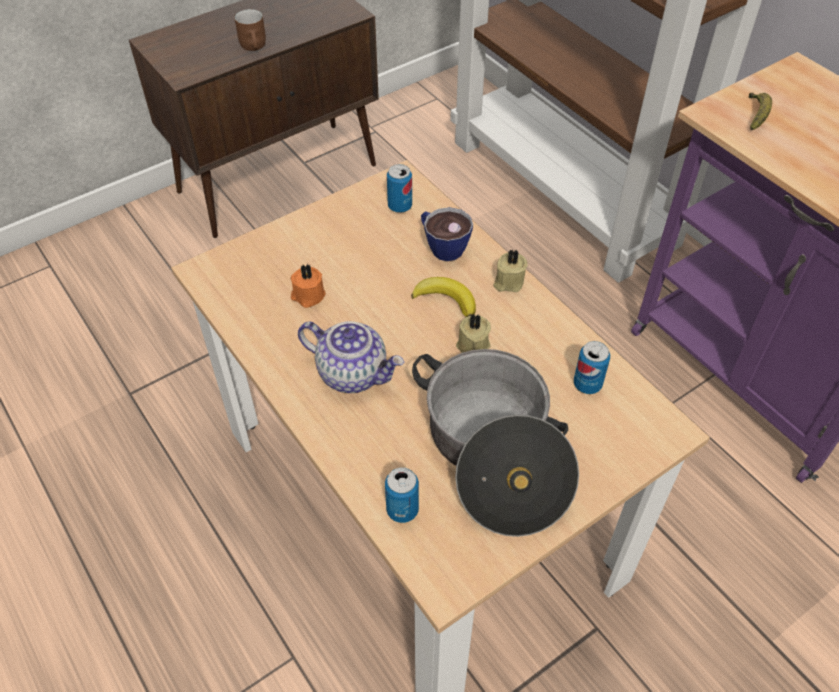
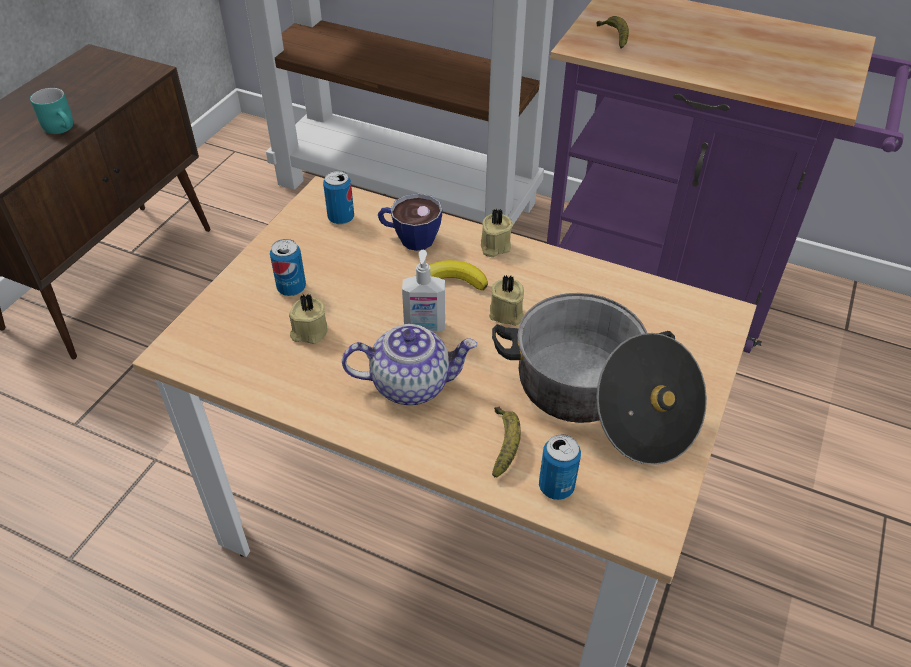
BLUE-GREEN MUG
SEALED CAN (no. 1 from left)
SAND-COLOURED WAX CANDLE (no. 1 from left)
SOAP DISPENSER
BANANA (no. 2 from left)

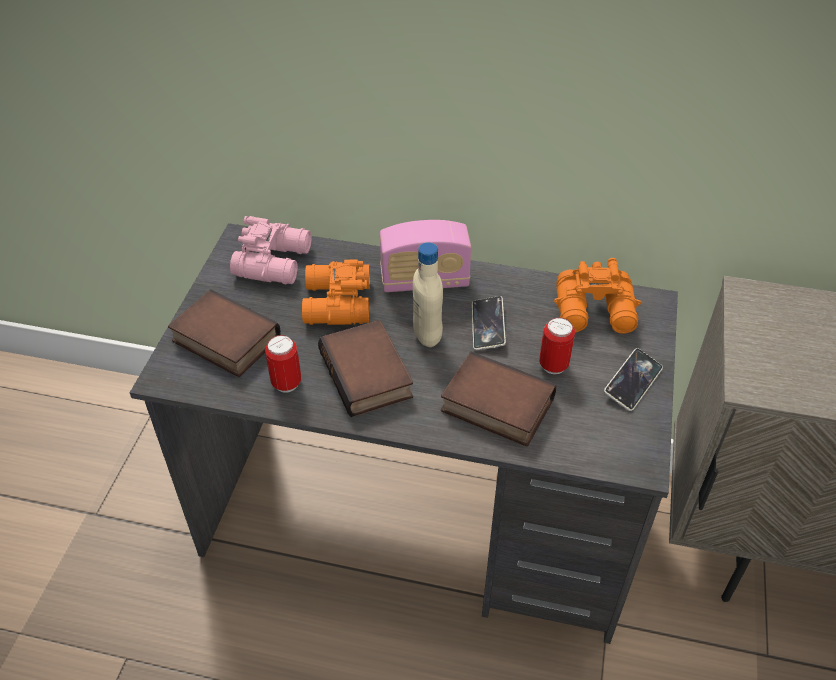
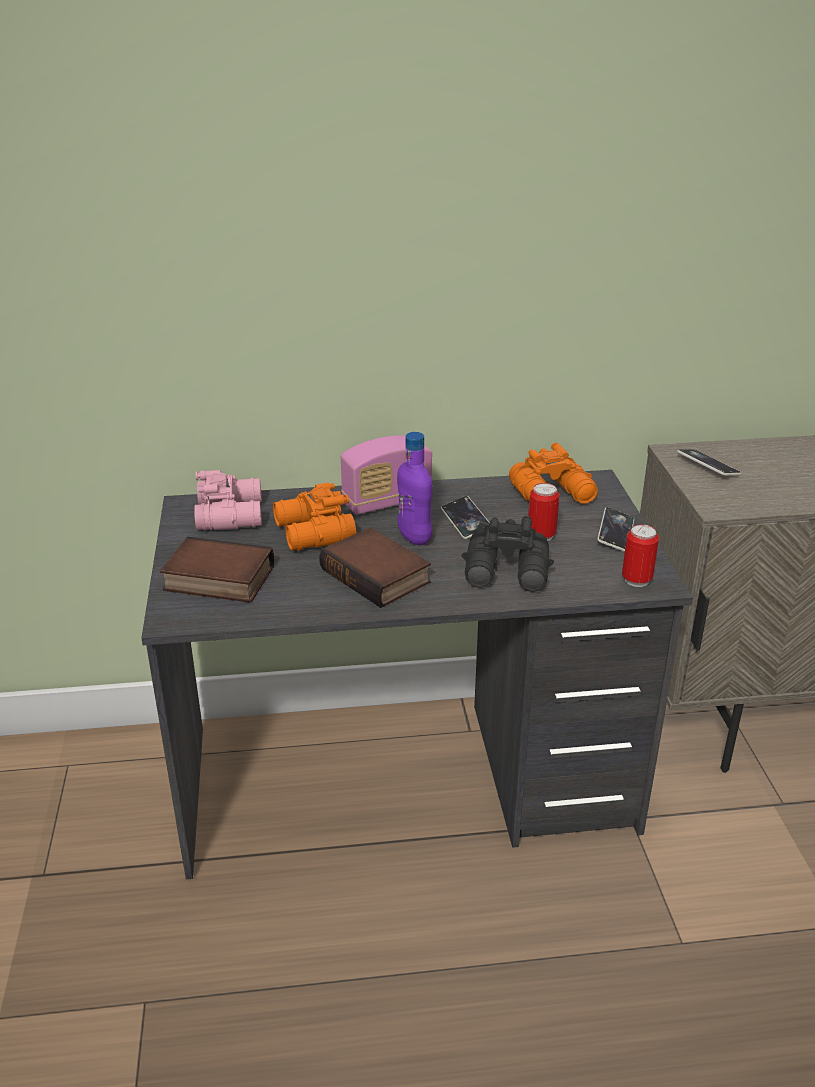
PURPLE BOTTLE
BLACKISH BINOCULARS
SEALED CAN (no. 2 from left)
PHONE (no. 3 from left)

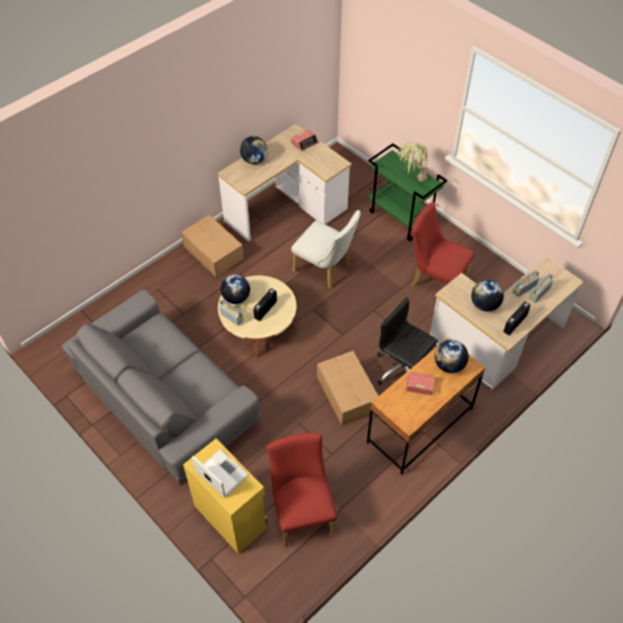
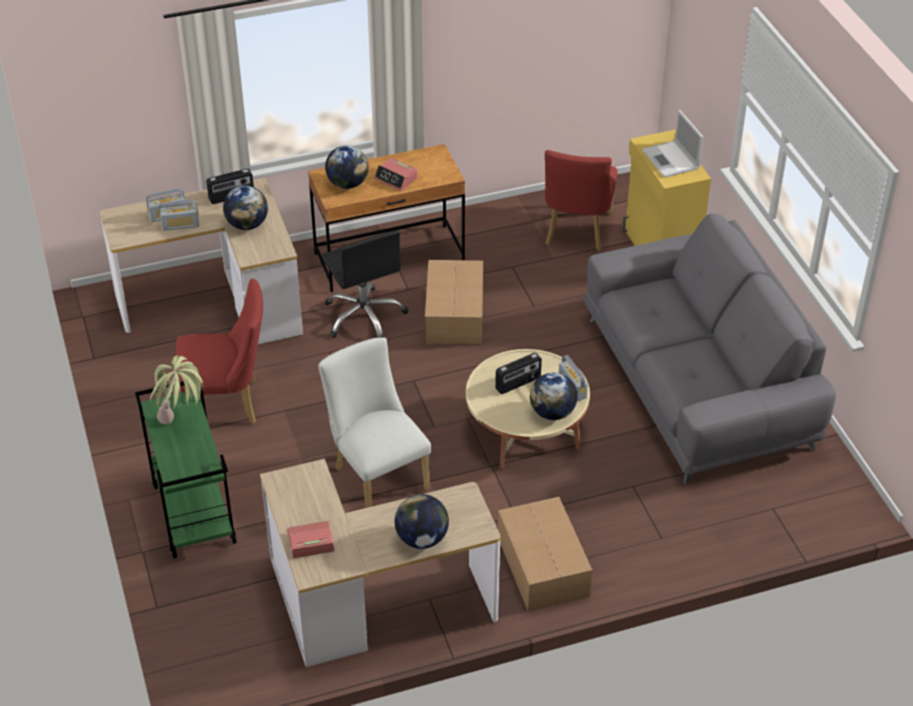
REDDISH CHAIR (no. 1 from left)

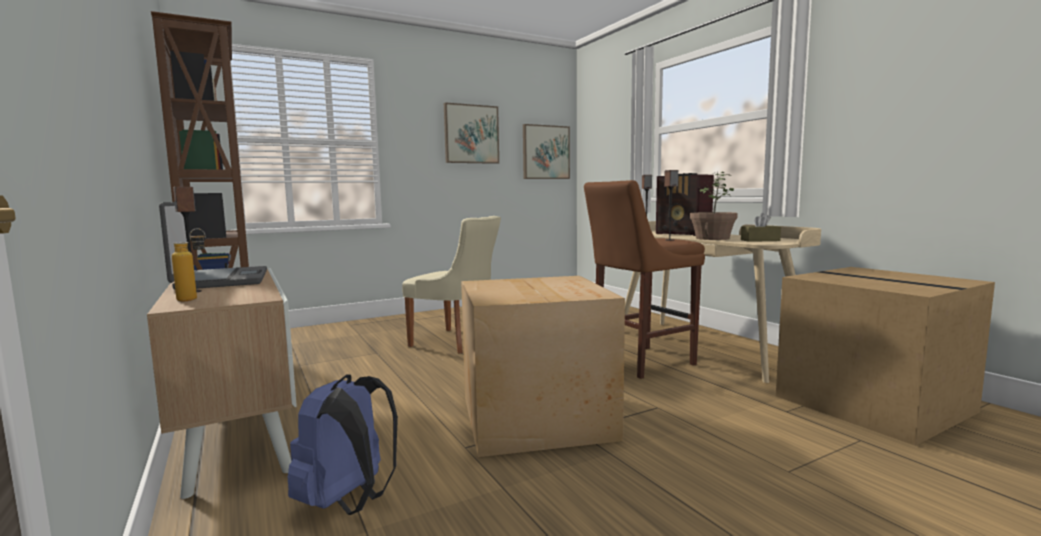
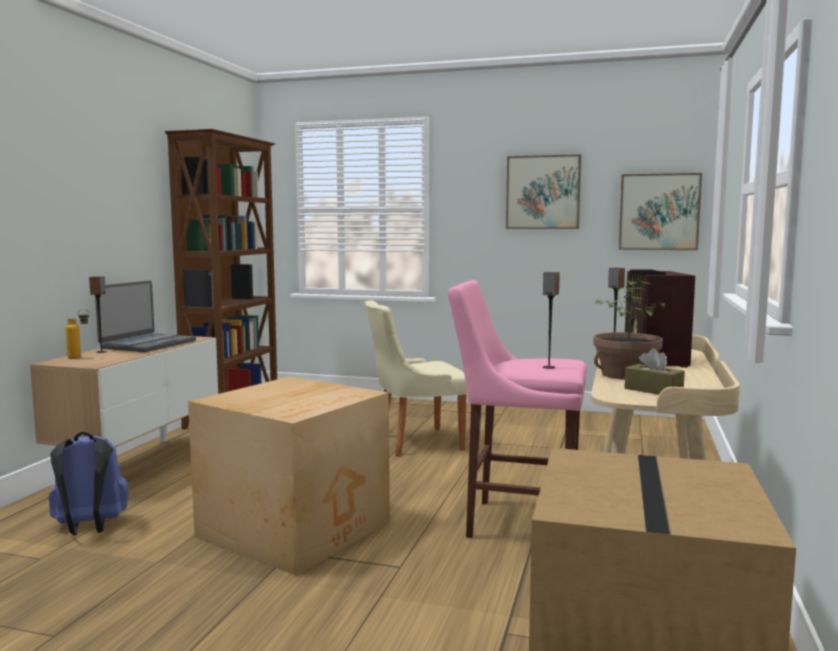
SAND-COLOURED CHAIR
PINK STOOL

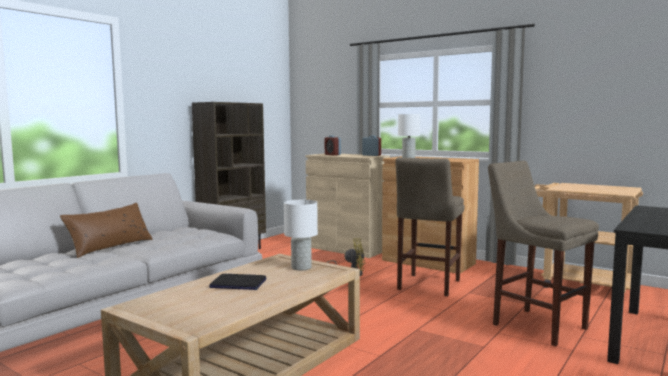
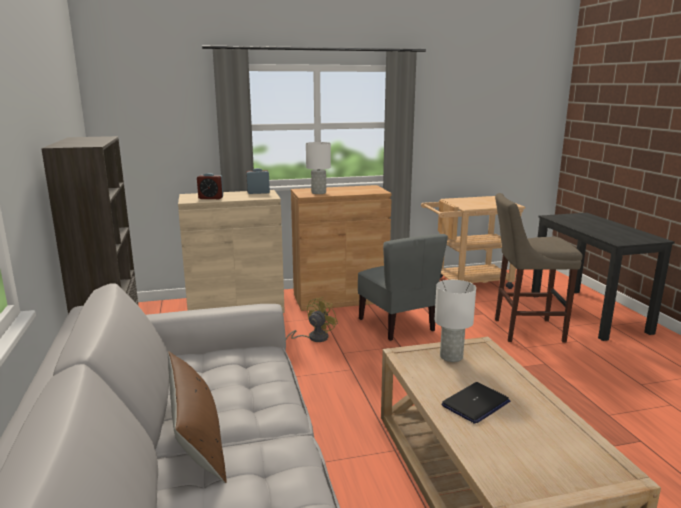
GRAY CHAIR

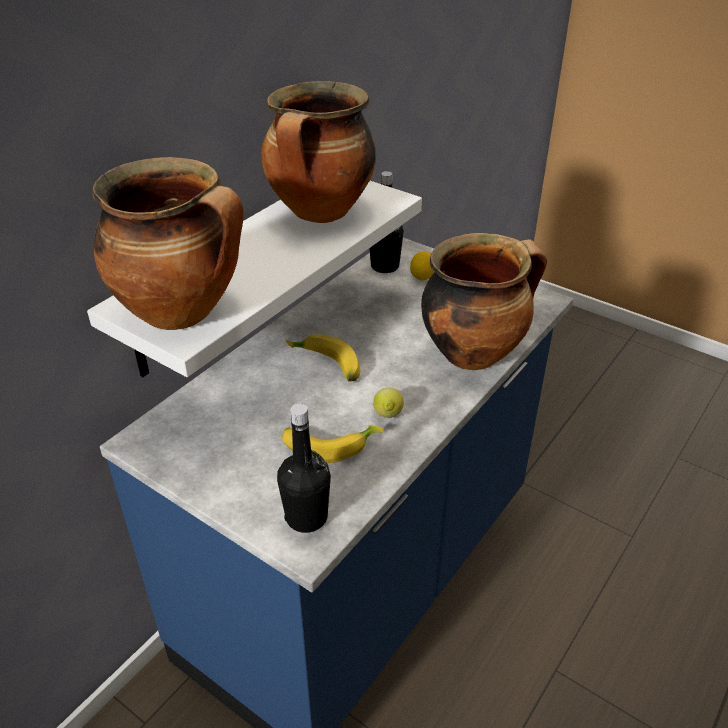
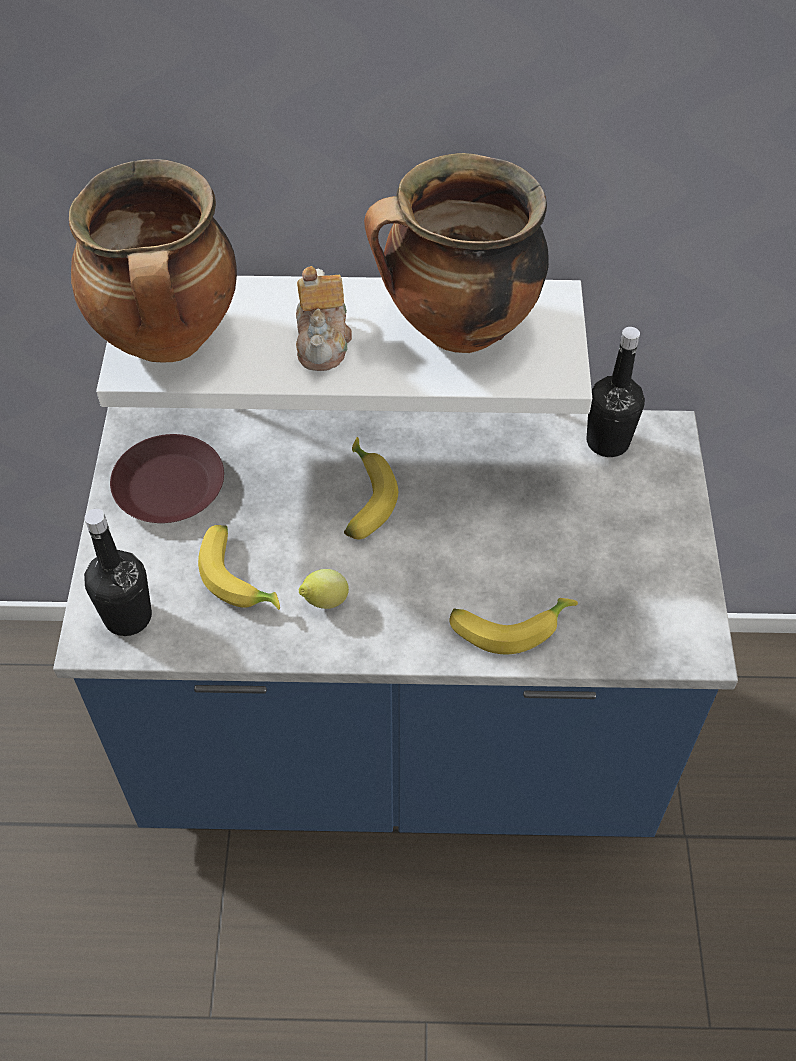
BROWN-COLOURED FLAT DISH
TEAPOT
BANANA (no. 3 from left)
LEMON (no. 2 from left in the first image)

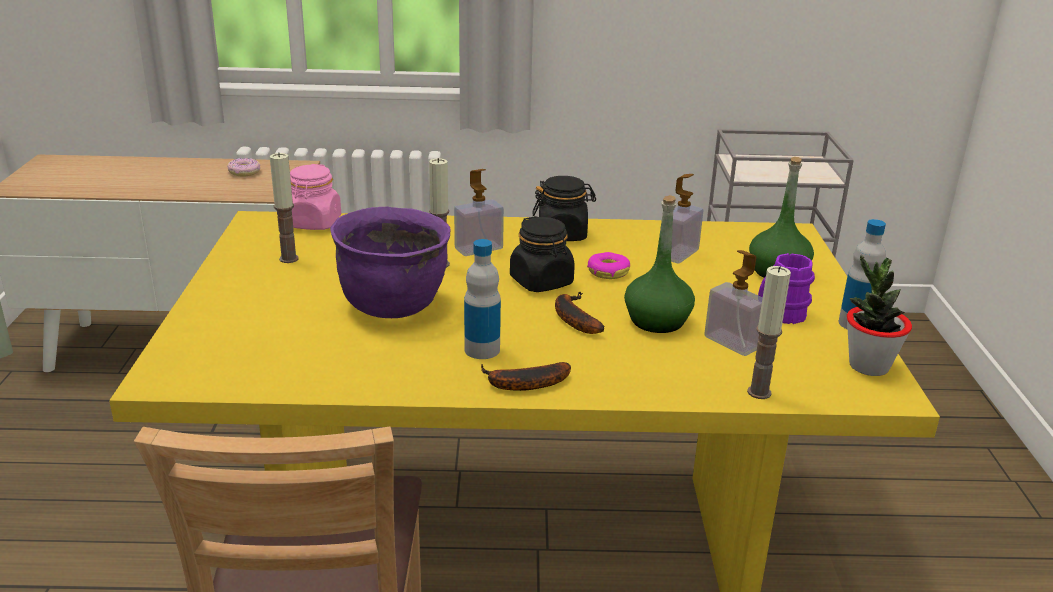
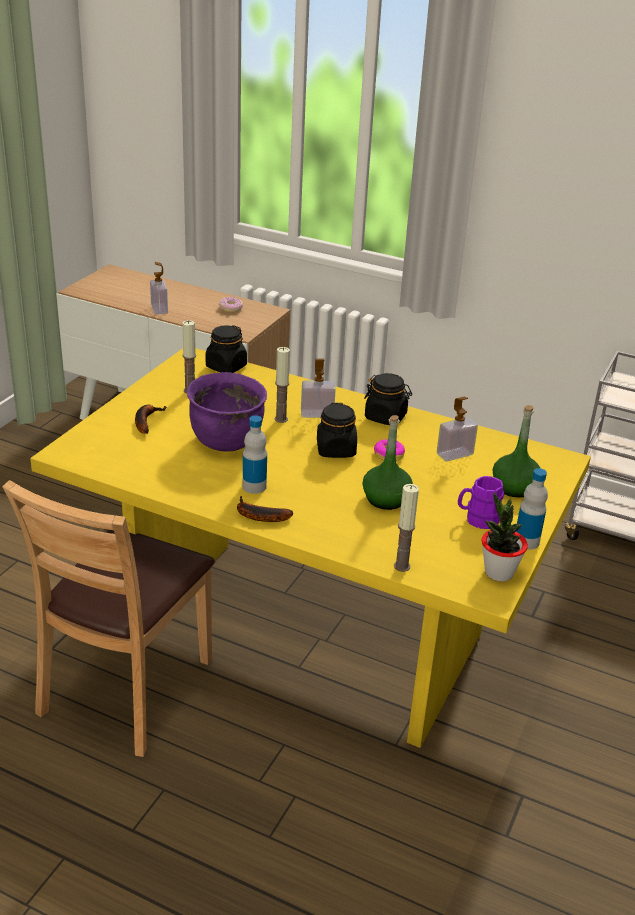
BANANA (no. 1 from left)
SOAP DISPENSER (no. 1 from left)
BLACKISH STORAGE JAR (no. 1 from left)

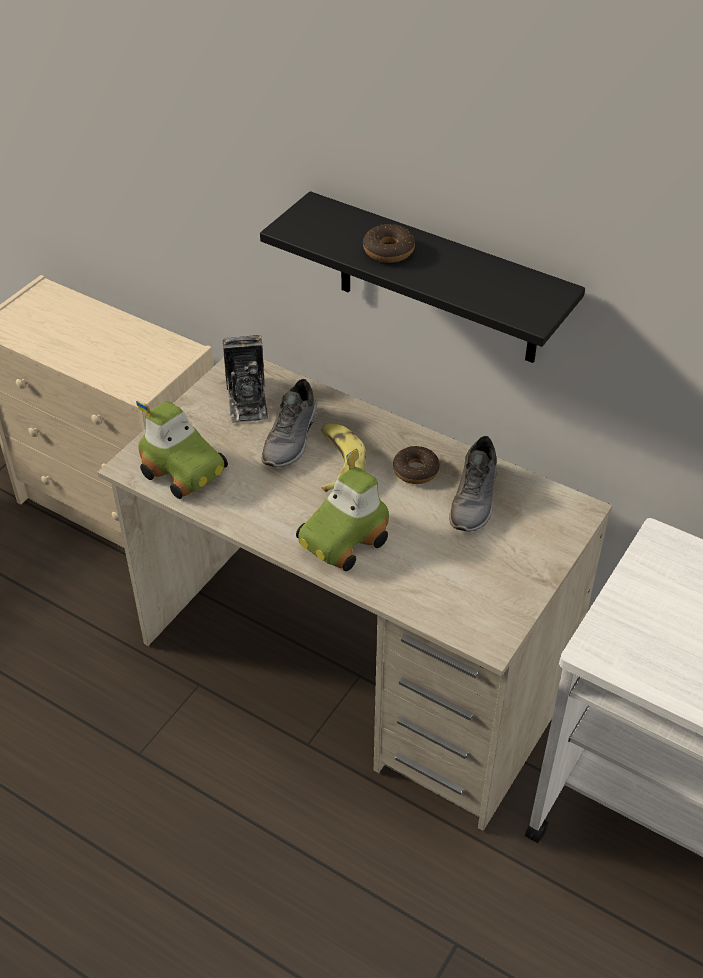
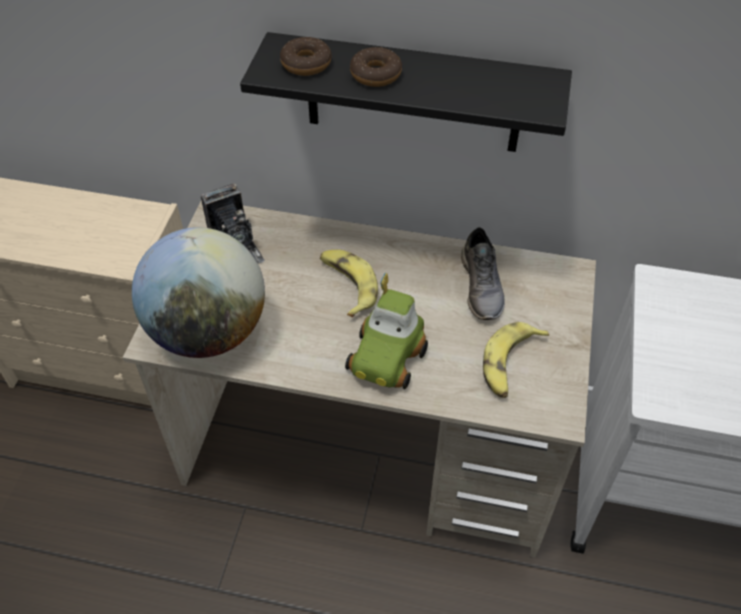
DESK GLOBE
RING DOUGHNUT (no. 1 from left)
BANANA (no. 2 from left)
GRAY LOW SHOE (no. 1 from left in the first image)

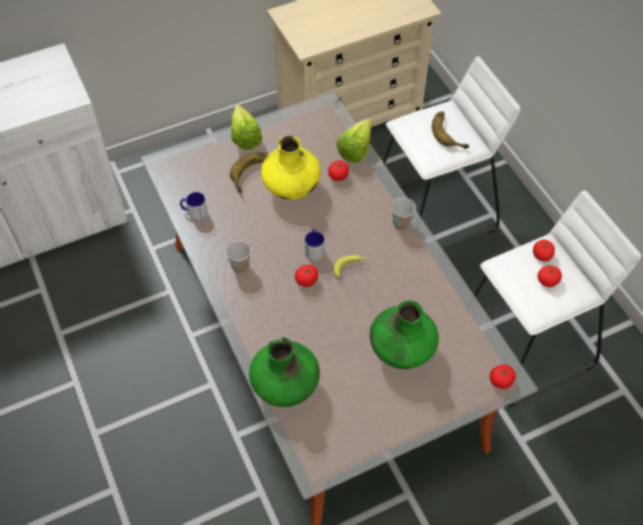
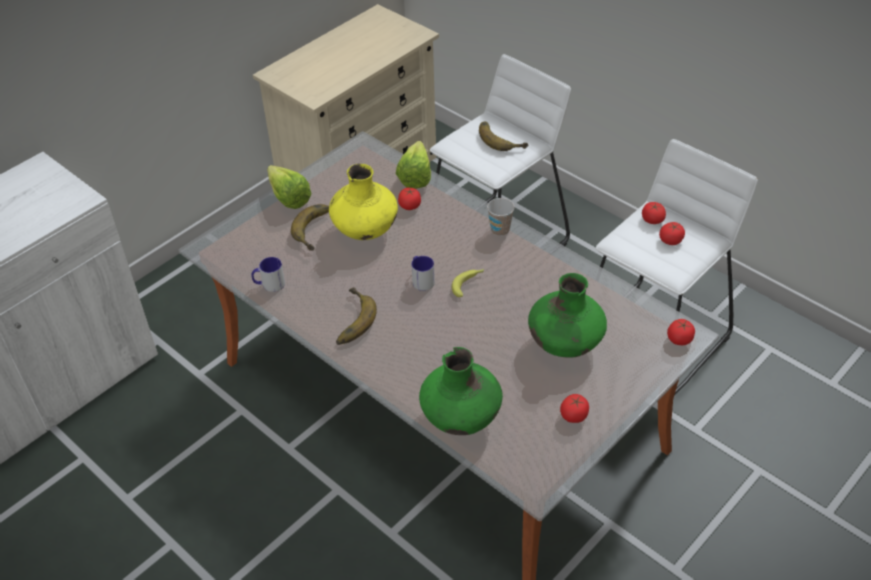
BANANA (no. 2 from left)
FRESH TOMATO (no. 2 from left)

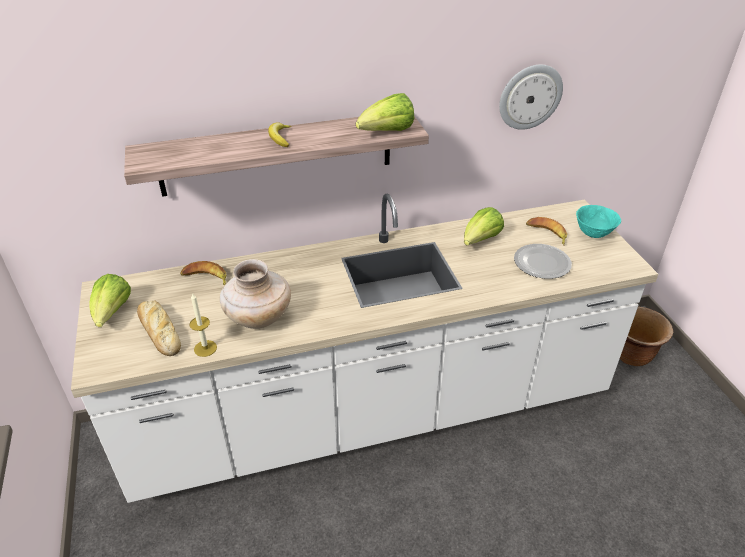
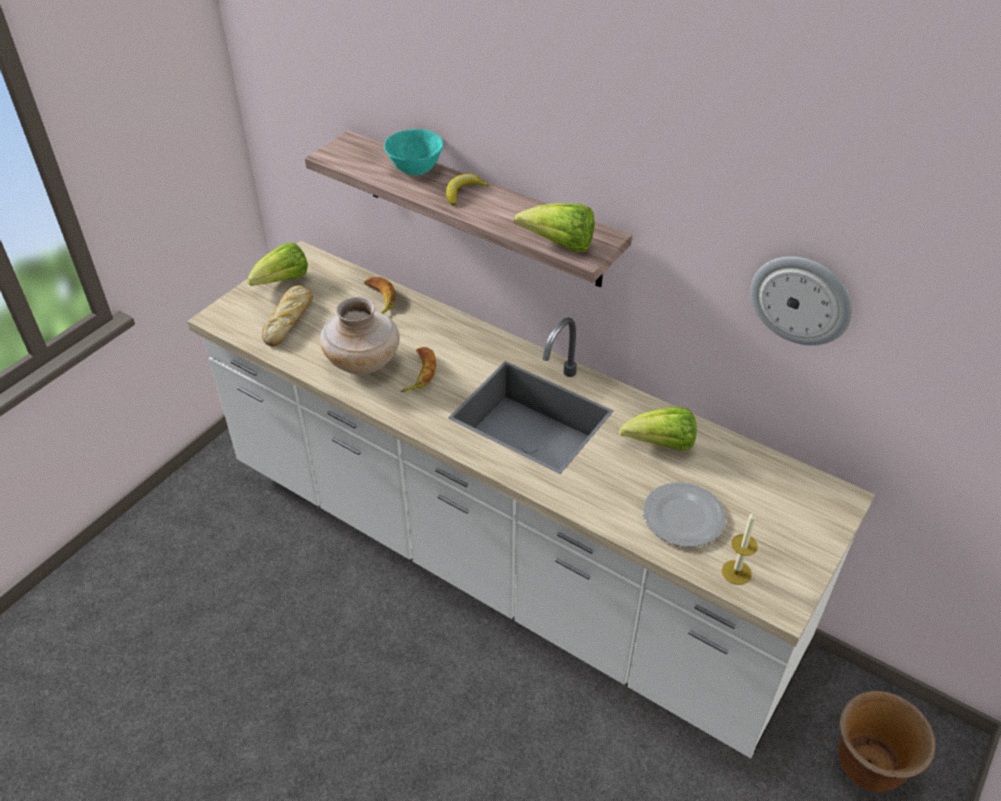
BLUE-GREEN BOWL
BANANA (no. 2 from left)
WAX CANDLE

